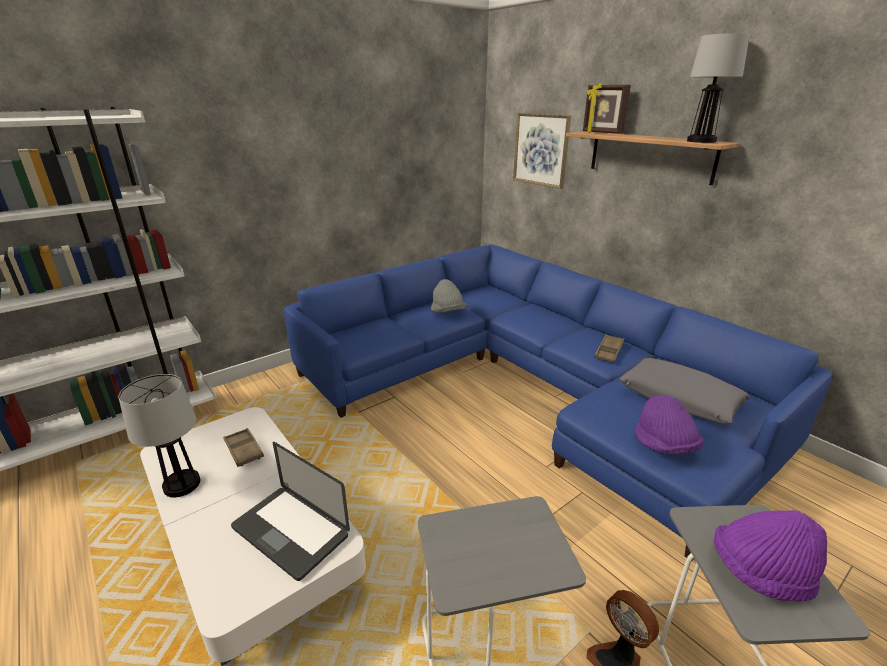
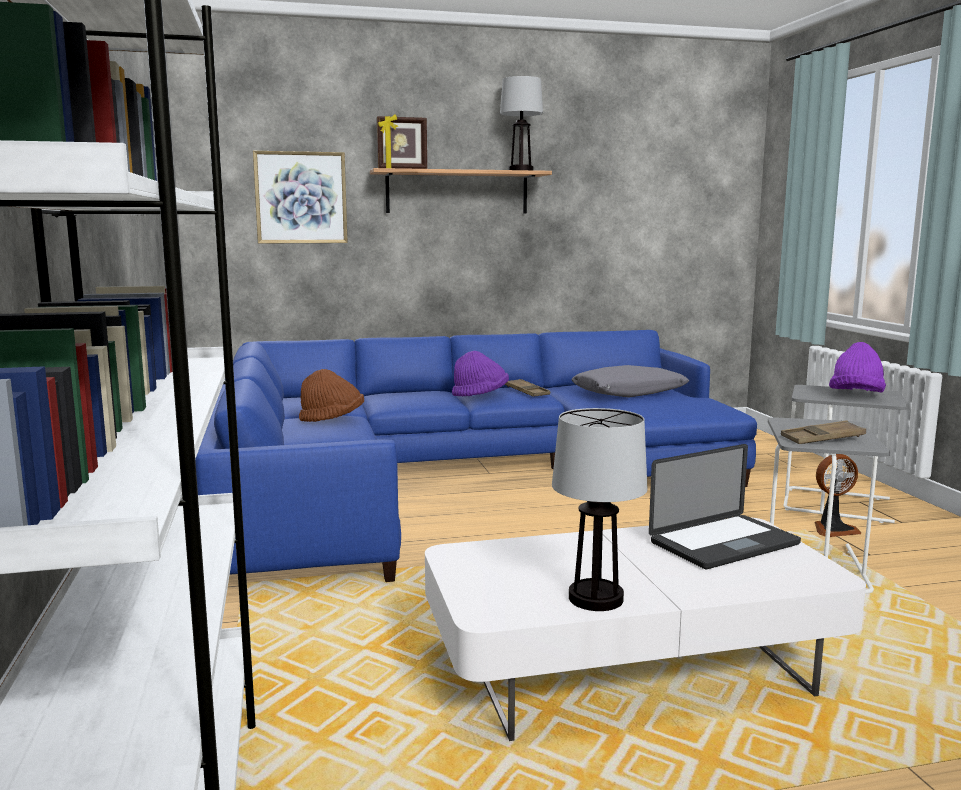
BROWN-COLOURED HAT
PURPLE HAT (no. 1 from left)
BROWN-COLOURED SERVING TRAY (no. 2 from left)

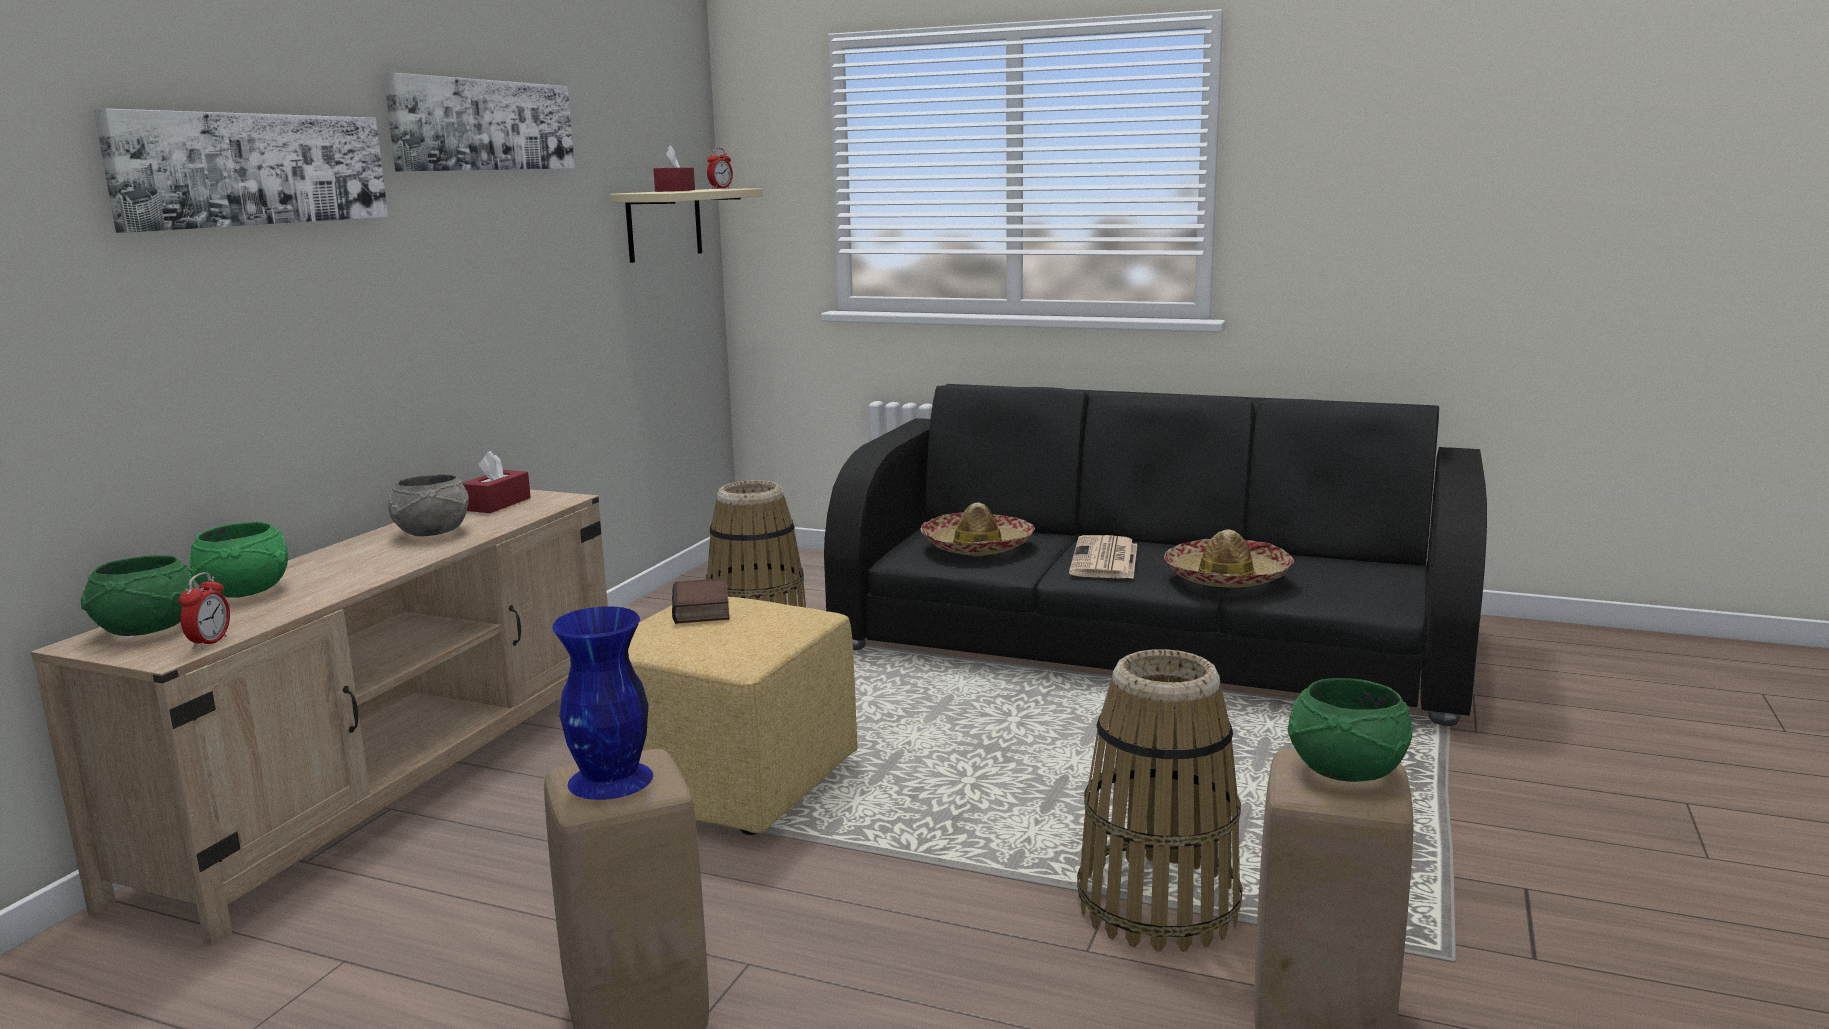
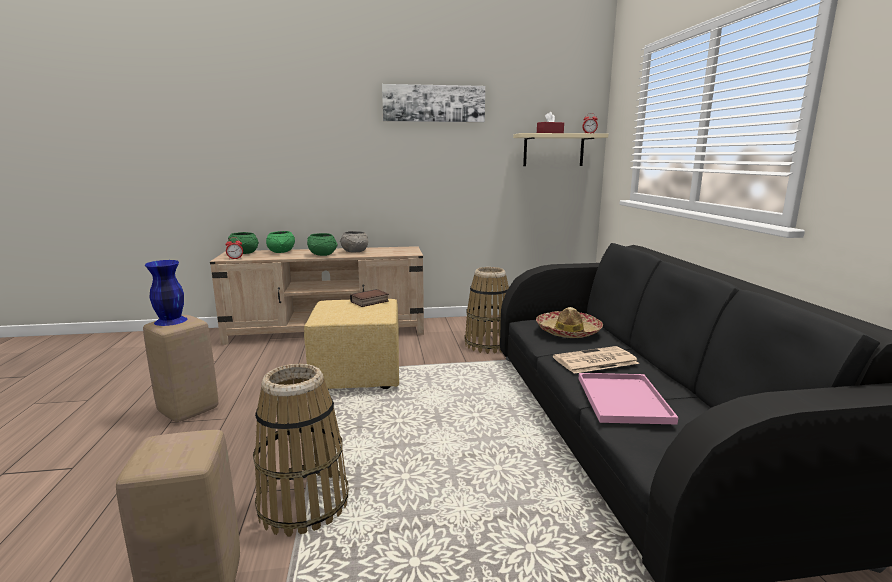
GREEN BOWL (no. 3 from left)
PINK SERVING TRAY
PICTURE (no. 1 from left in the first image)
REDDISH BOX OF TISSUES (no. 1 from left in the first image)

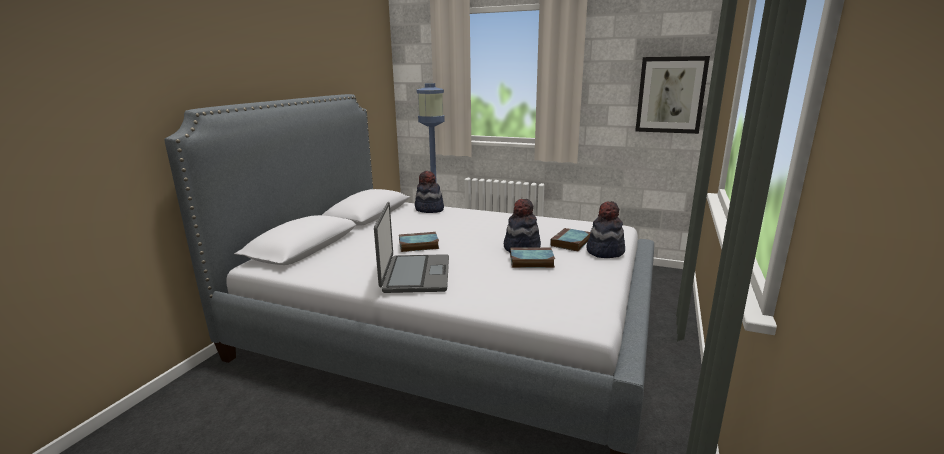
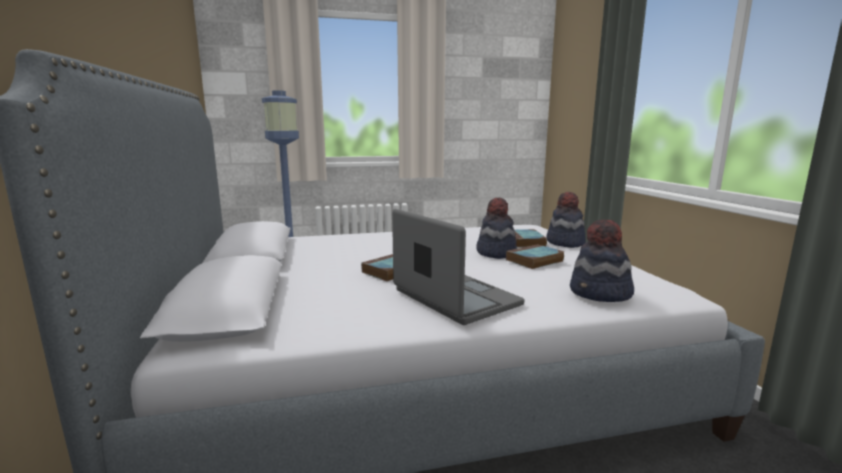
HAT (no. 3 from left)
PICTURE

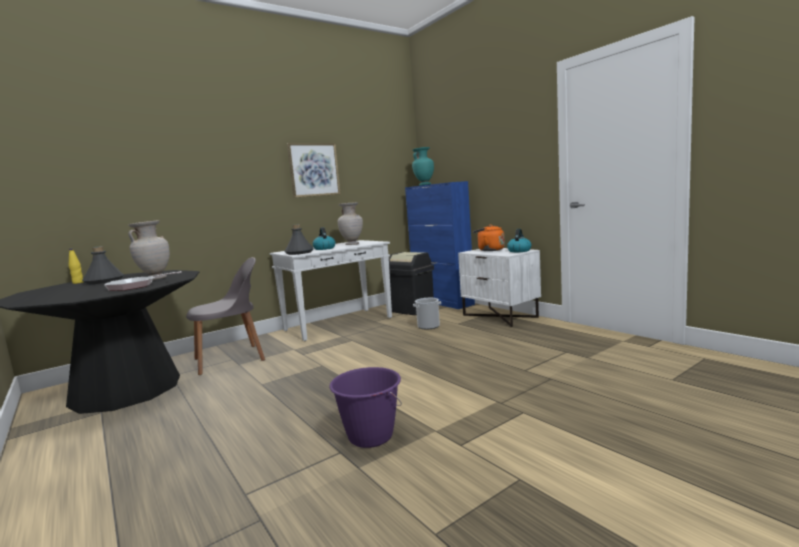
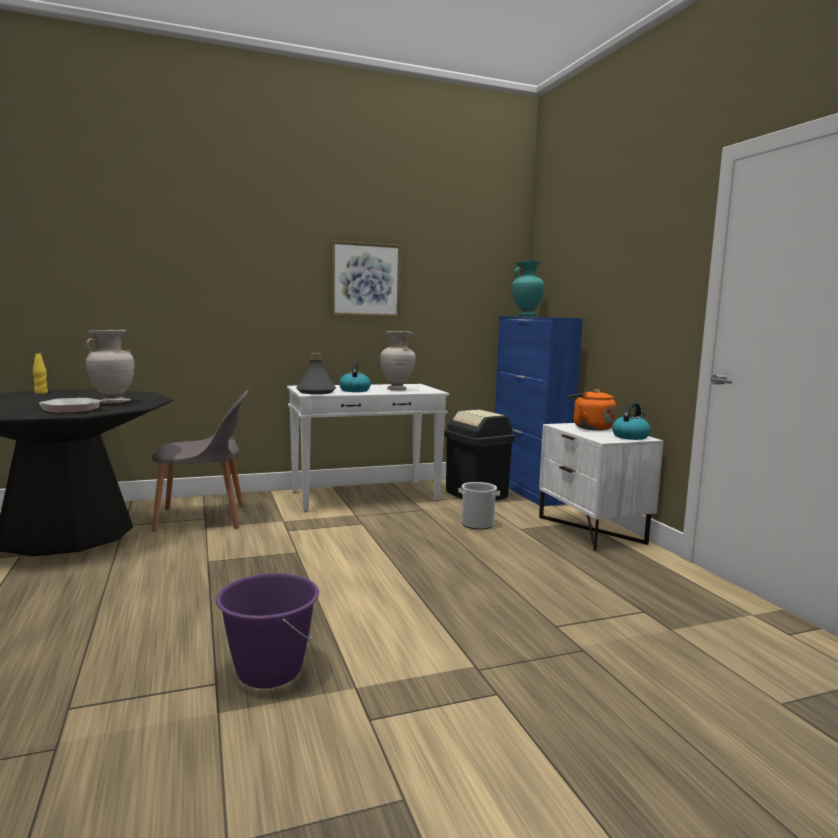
GRAY BOTTLE (no. 1 from left in the first image)

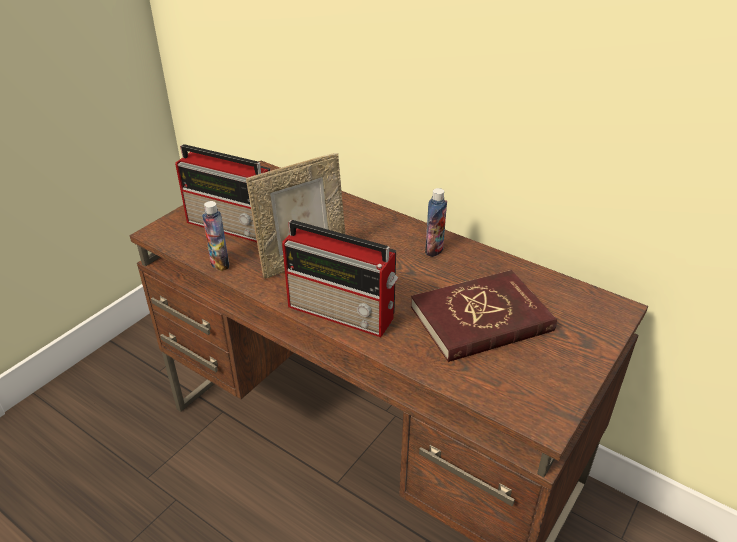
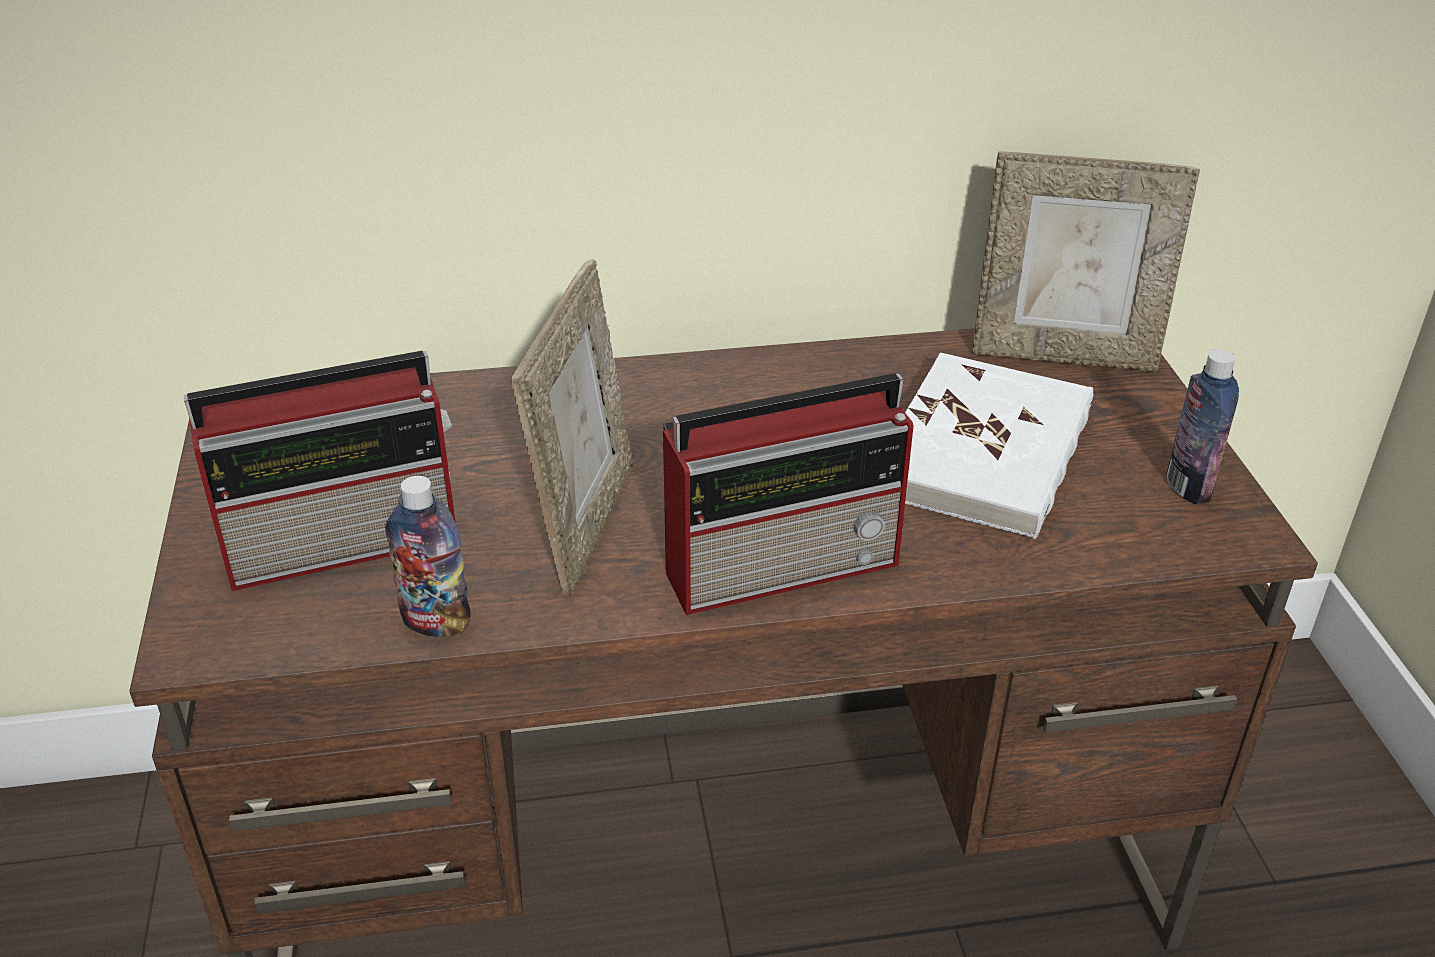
WHITE VOLUME
PHOTO FRAME (no. 2 from left)
BOTTLE (no. 2 from left)

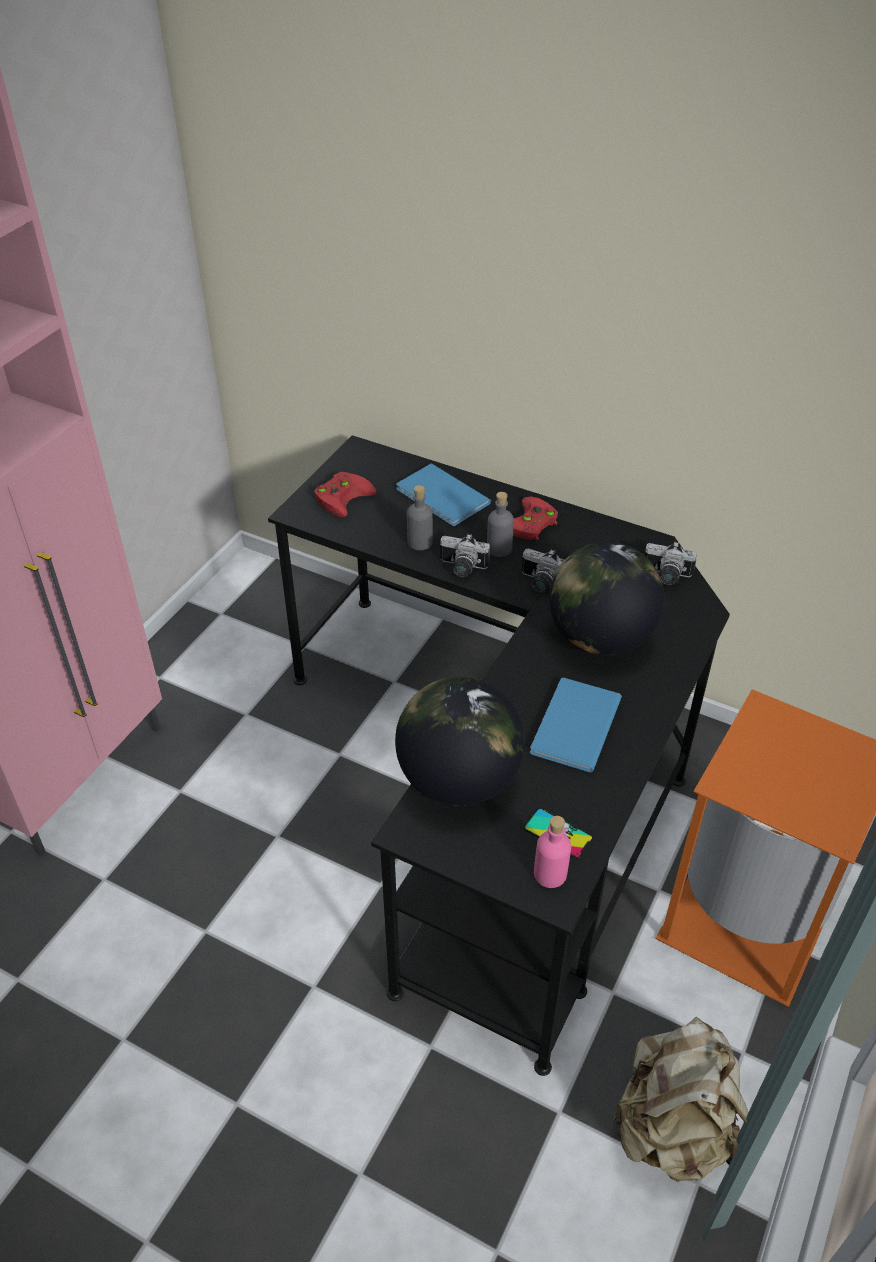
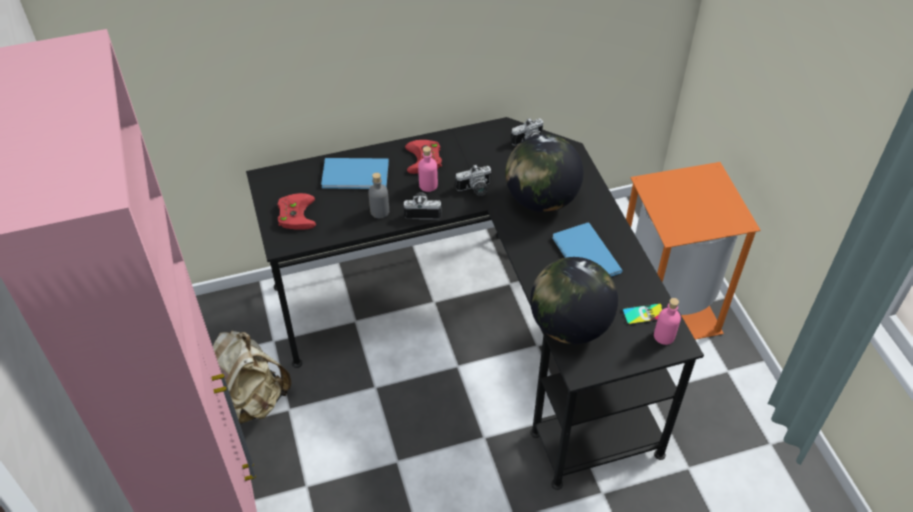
SAND-COLOURED KNAPSACK
STILL CAMERA (no. 1 from left)
PINK BOTTLE (no. 1 from left)

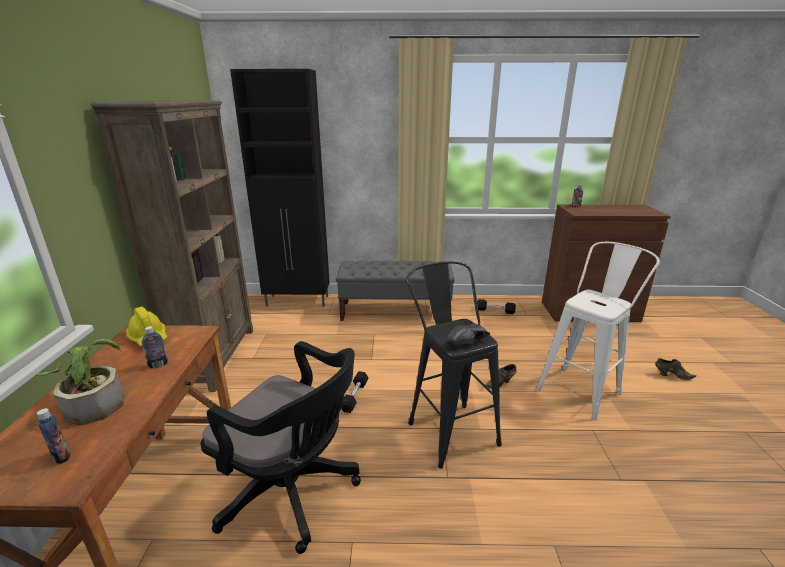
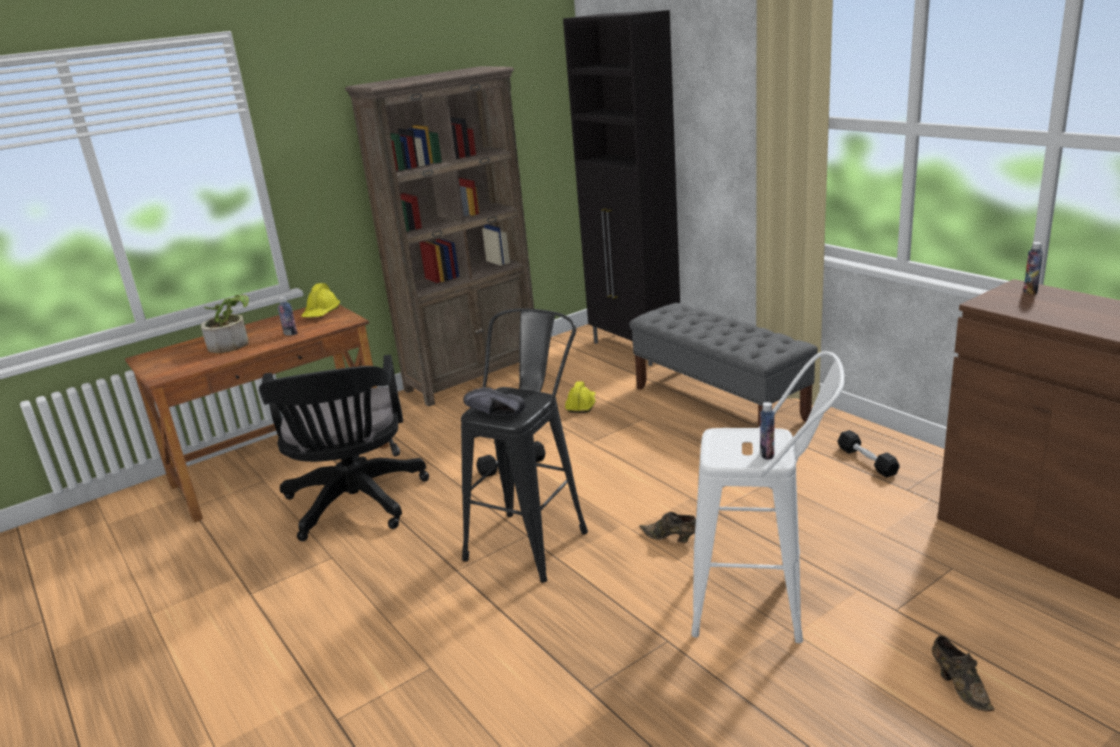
YELLOWISH HARD HAT (no. 2 from left)
BOTTLE (no. 2 from left)

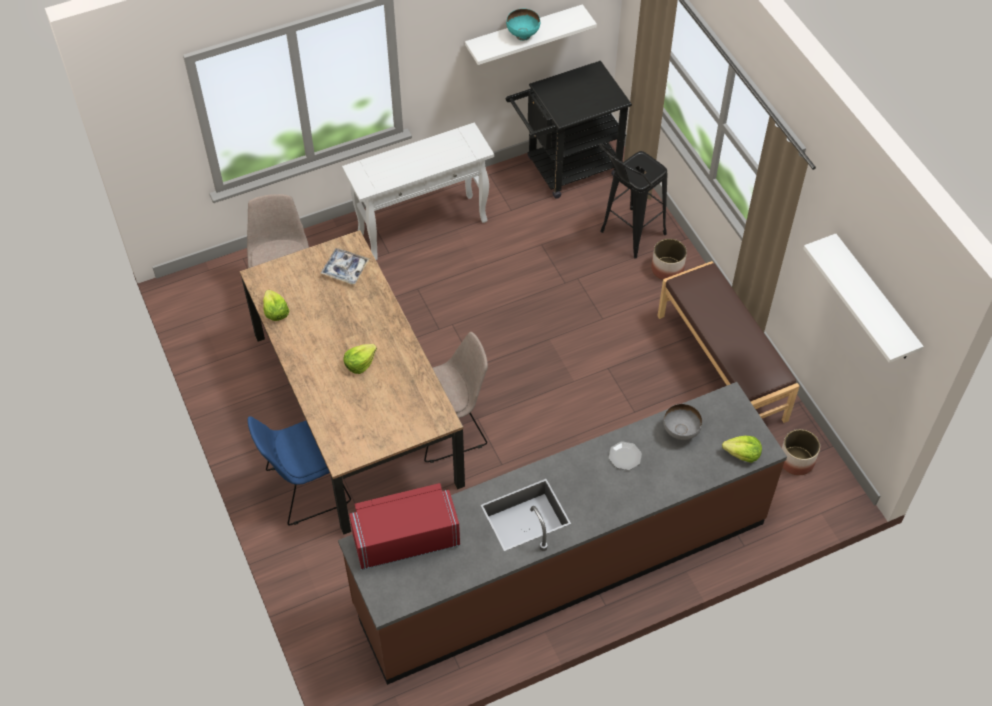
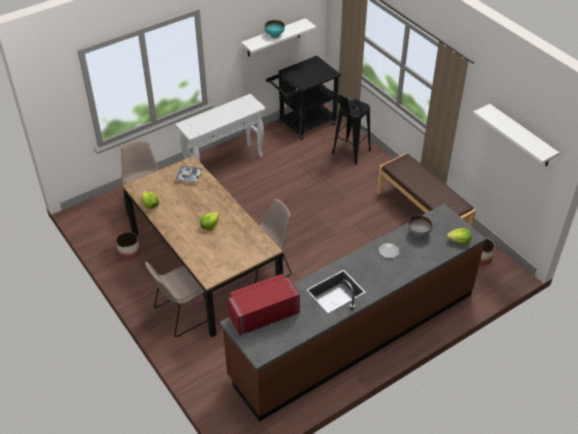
FLOWER POT (no. 1 from left)
SAND-COLOURED CHAIR (no. 2 from left)

